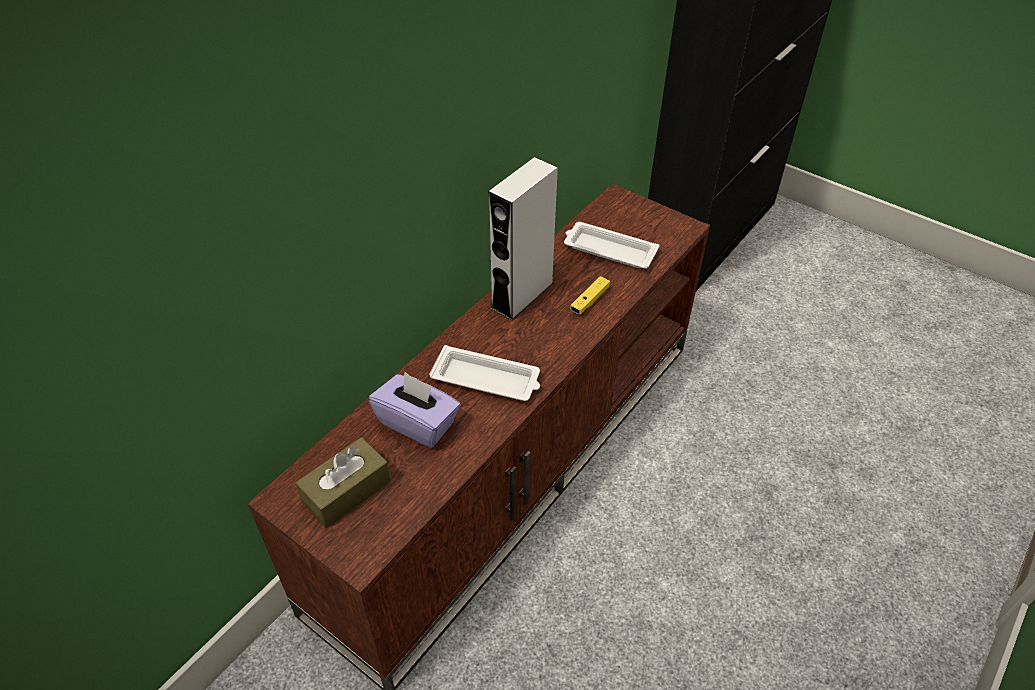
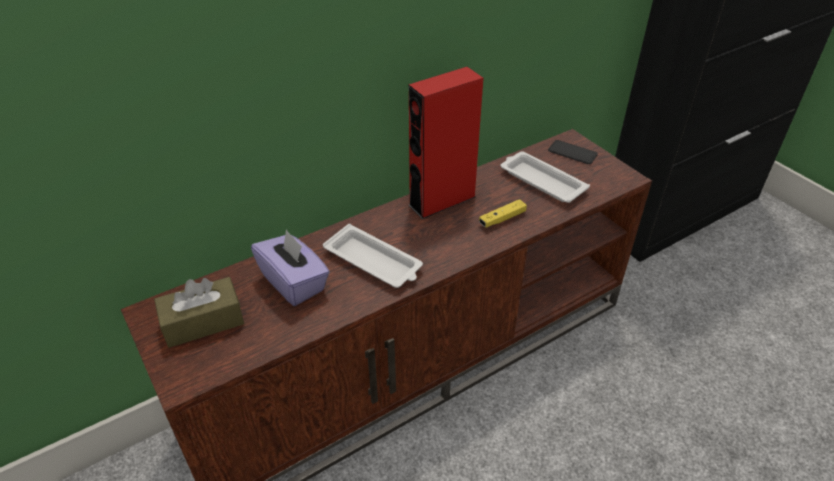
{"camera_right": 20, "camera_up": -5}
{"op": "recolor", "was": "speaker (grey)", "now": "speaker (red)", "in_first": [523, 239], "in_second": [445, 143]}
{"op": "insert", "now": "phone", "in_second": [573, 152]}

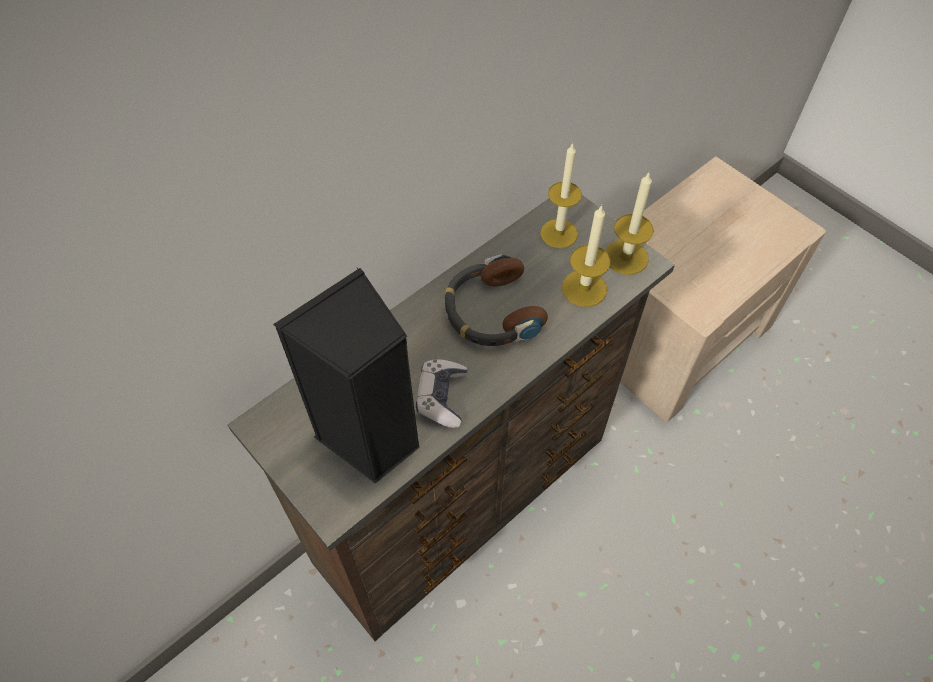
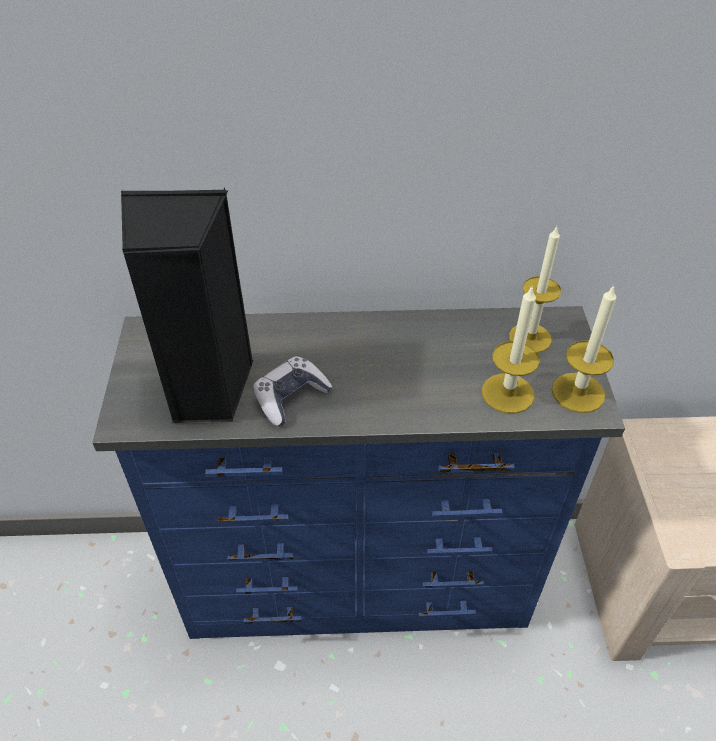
{"camera_right": 40, "camera_up": -10}
{"op": "recolor", "was": "dresser (brown)", "now": "dresser (blue)", "in_first": [451, 418], "in_second": [358, 472]}
{"op": "delete", "was": "headphones", "in_first": [496, 300]}

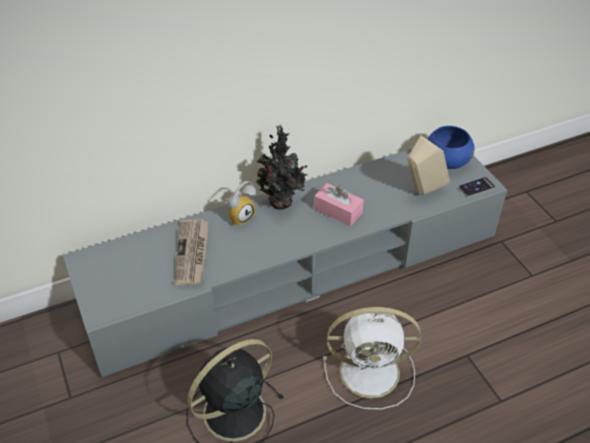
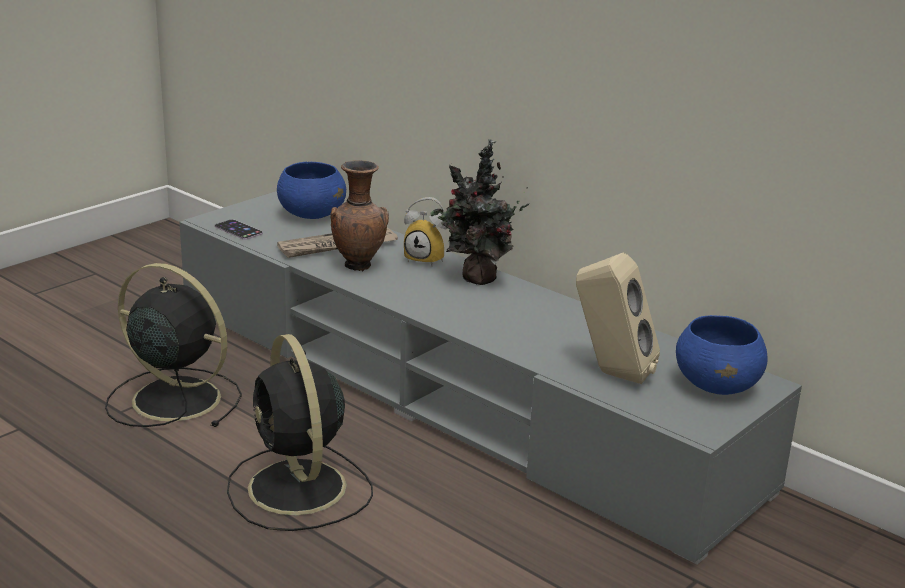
{"camera_right": 65, "camera_up": -20}
{"op": "move", "was": "phone", "in_first": [477, 187], "in_second": [238, 229]}
{"op": "delete", "was": "tissue box (pink)", "in_first": [339, 204]}
{"op": "recolor", "was": "fan (white)", "now": "fan (black)", "in_first": [372, 358], "in_second": [300, 432]}
{"op": "insert", "now": "vase (brown)", "in_second": [359, 215]}
{"op": "insert", "now": "bowl (blue)", "in_second": [311, 190]}

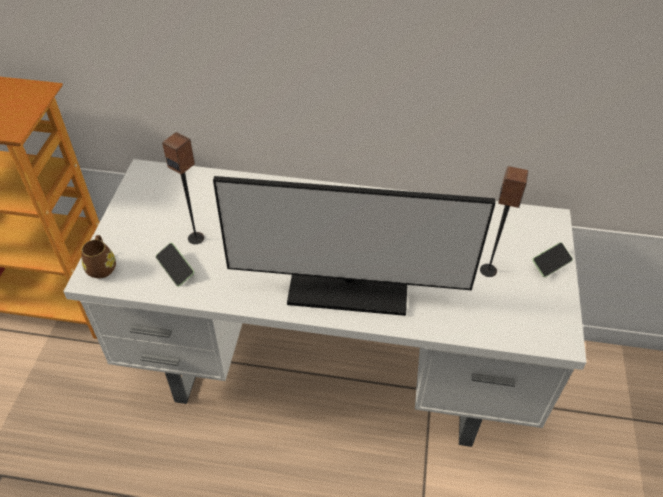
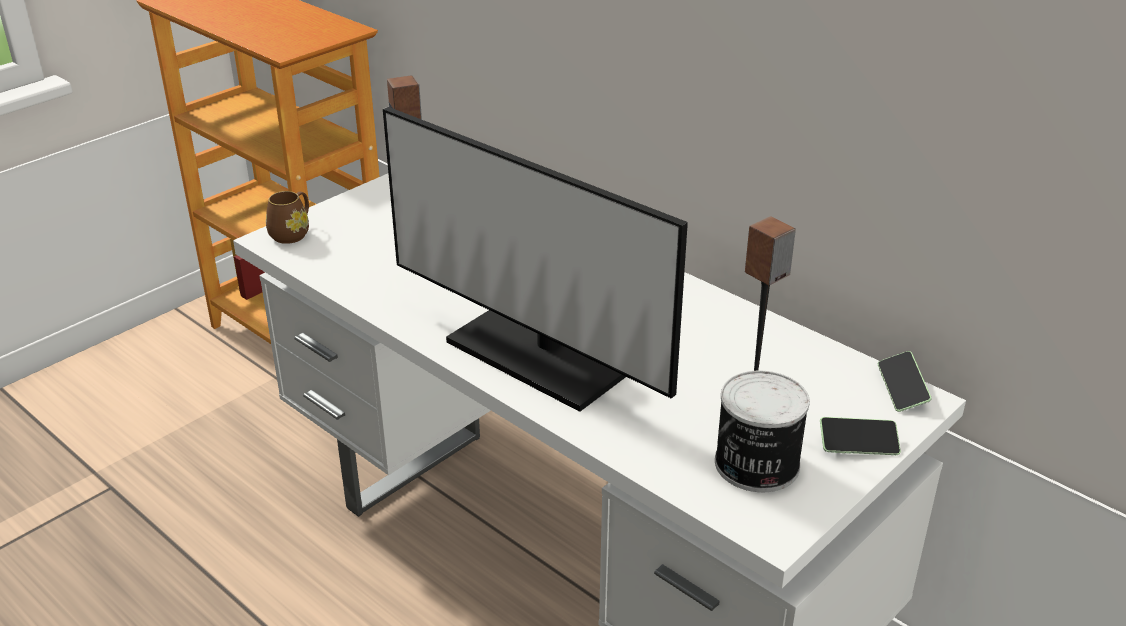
{"camera_right": 35, "camera_up": -15}
{"op": "move", "was": "phone", "in_first": [175, 265], "in_second": [905, 381]}
{"op": "insert", "now": "can", "in_second": [762, 431]}

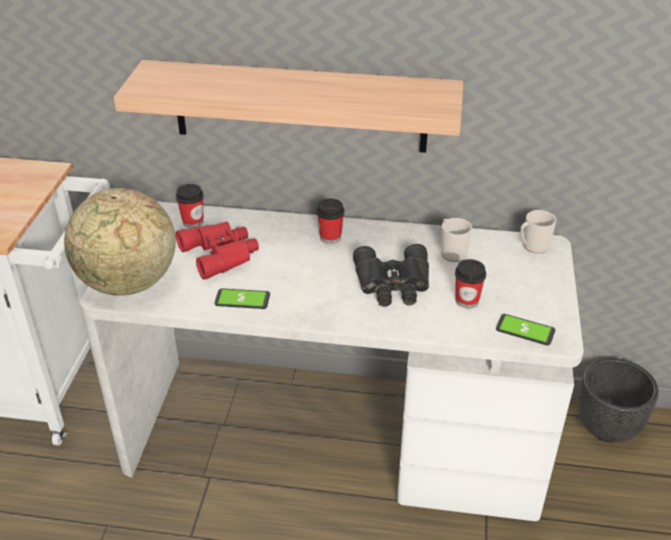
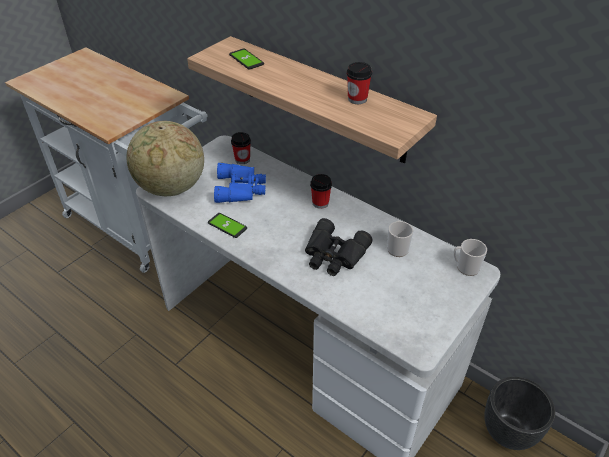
{"camera_right": 30, "camera_up": 5}
{"op": "recolor", "was": "binoculars (red)", "now": "binoculars (blue)", "in_first": [217, 250], "in_second": [240, 183]}
{"op": "move", "was": "cup", "in_first": [470, 283], "in_second": [359, 83]}
{"op": "move", "was": "phone", "in_first": [525, 329], "in_second": [246, 59]}

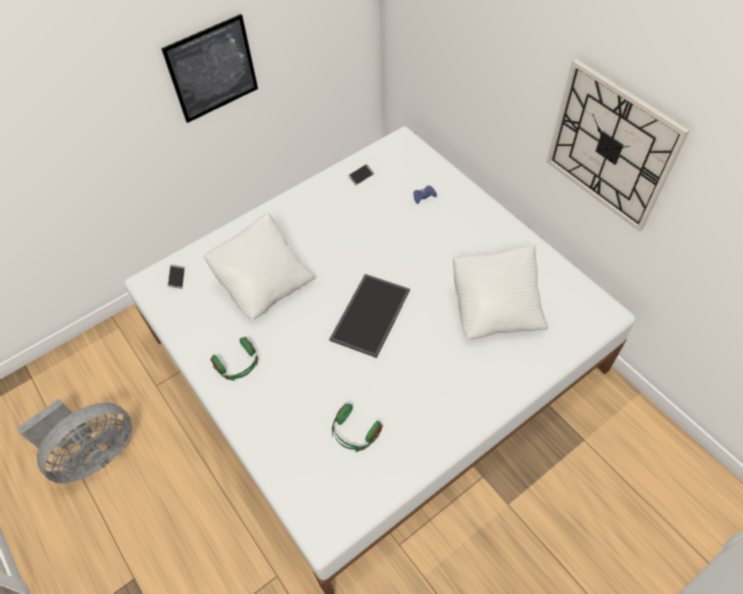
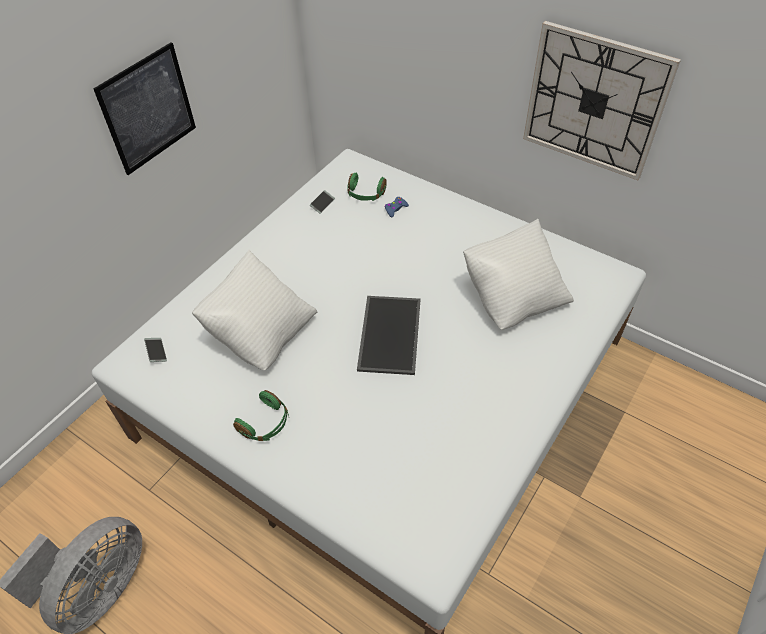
{"camera_right": -20, "camera_up": -5}
{"op": "move", "was": "headphones (green)", "in_first": [357, 427], "in_second": [367, 187]}

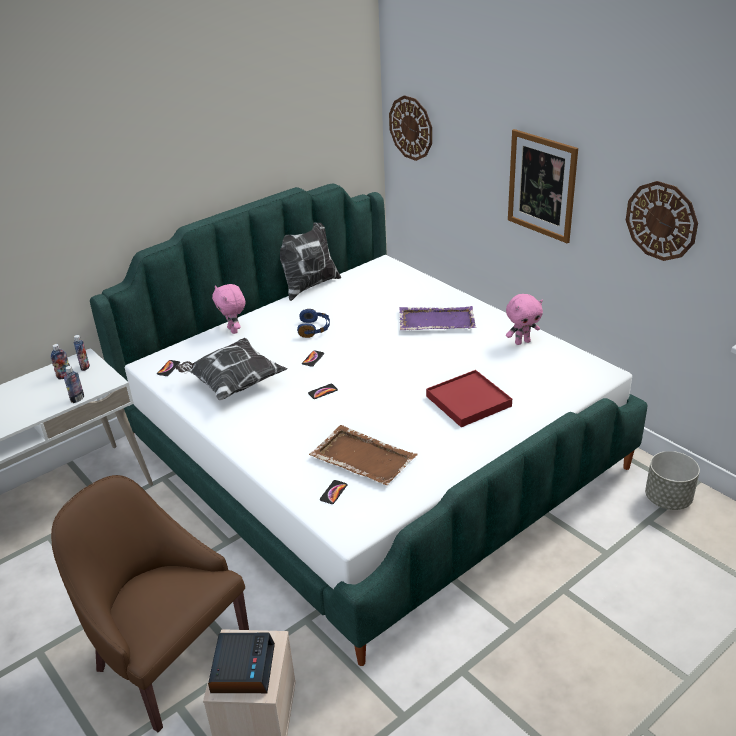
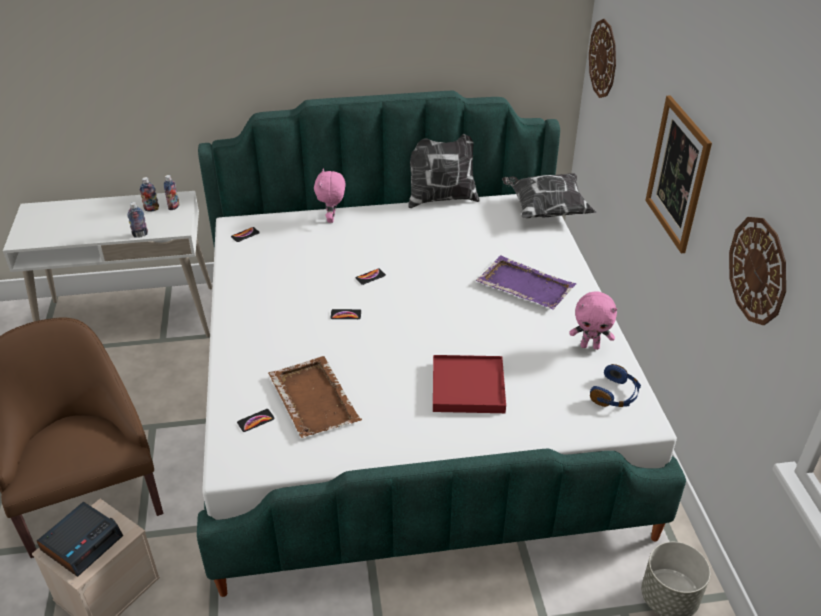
{"camera_right": 30, "camera_up": 5}
{"op": "move", "was": "headphones (blue)", "in_first": [313, 323], "in_second": [615, 385]}
{"op": "move", "was": "pillow", "in_first": [231, 369], "in_second": [549, 195]}

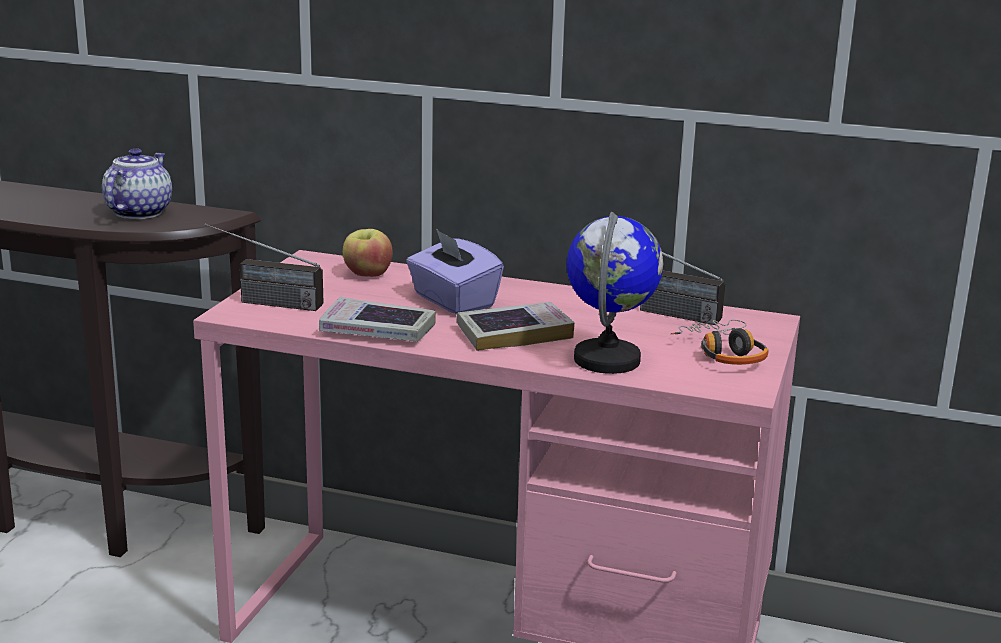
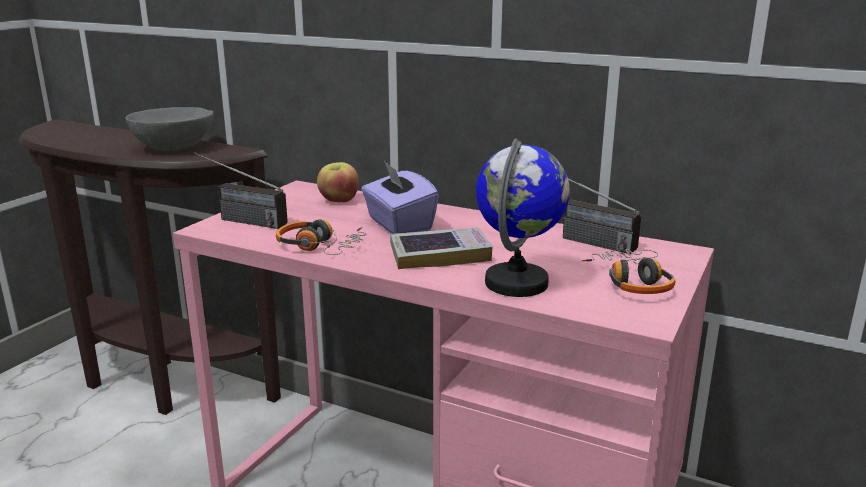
{"camera_right": 10, "camera_up": 0}
{"op": "replace", "was": "teapot", "now": "bowl (grey)", "in_first": [137, 183], "in_second": [169, 129]}
{"op": "replace", "was": "book", "now": "headphones", "in_first": [377, 319], "in_second": [321, 237]}

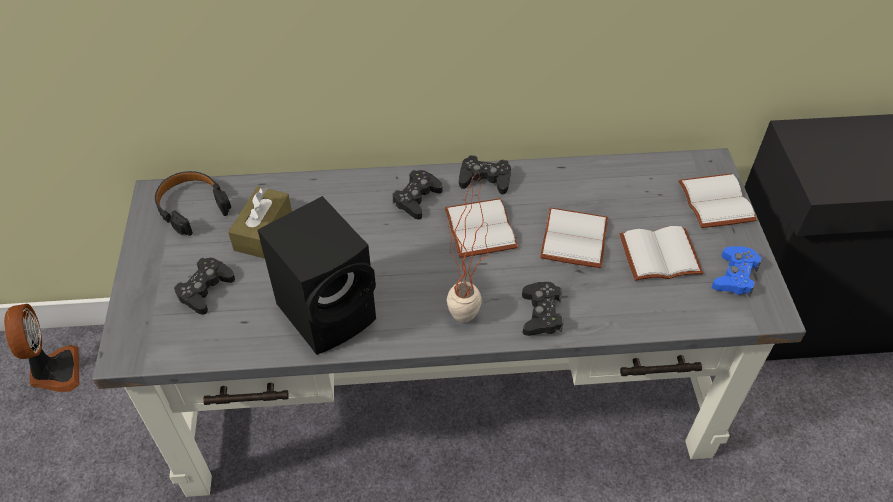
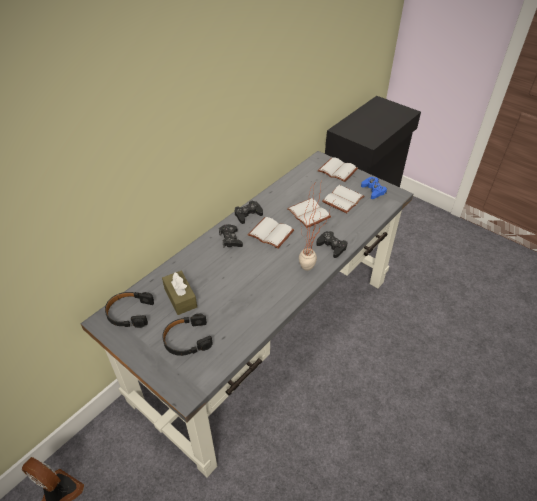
{"camera_right": -45, "camera_up": -5}
{"op": "delete", "was": "speaker (black)", "in_first": [317, 275]}
{"op": "replace", "was": "game controller (black)", "now": "headphones (black)", "in_first": [204, 286], "in_second": [187, 335]}

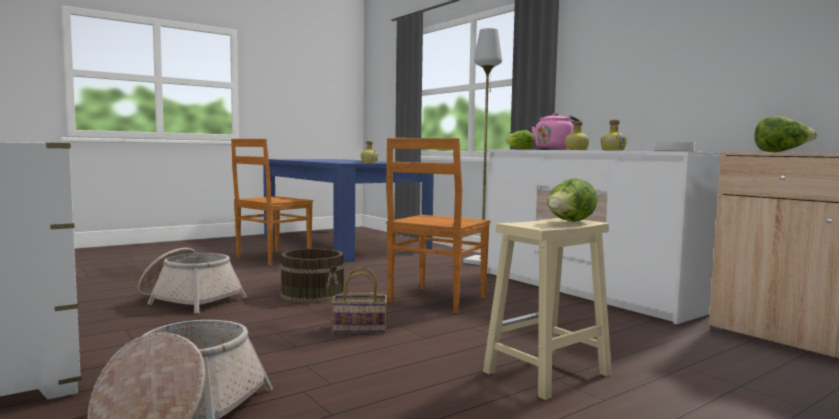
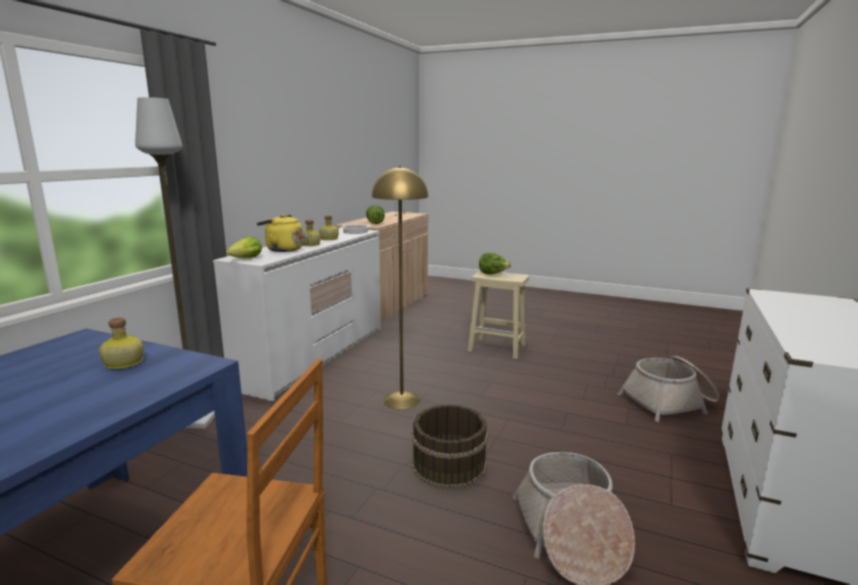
{"camera_right": -120, "camera_up": 10}
{"op": "recolor", "was": "kettle (pink)", "now": "kettle (yellow)", "in_first": [556, 131], "in_second": [280, 233]}
{"op": "replace", "was": "chair (brown)", "now": "floor lamp (yellow)", "in_first": [438, 226], "in_second": [400, 287]}
{"op": "delete", "was": "basket", "in_first": [359, 300]}

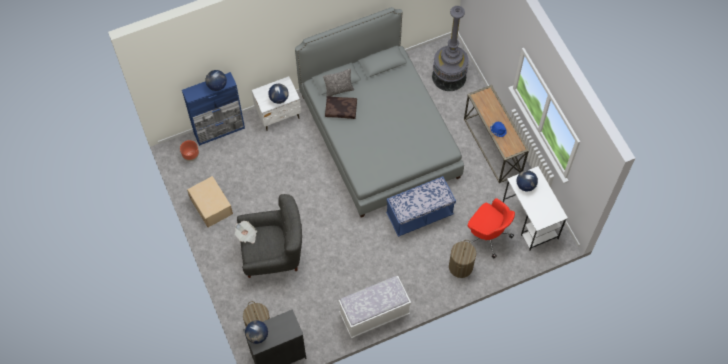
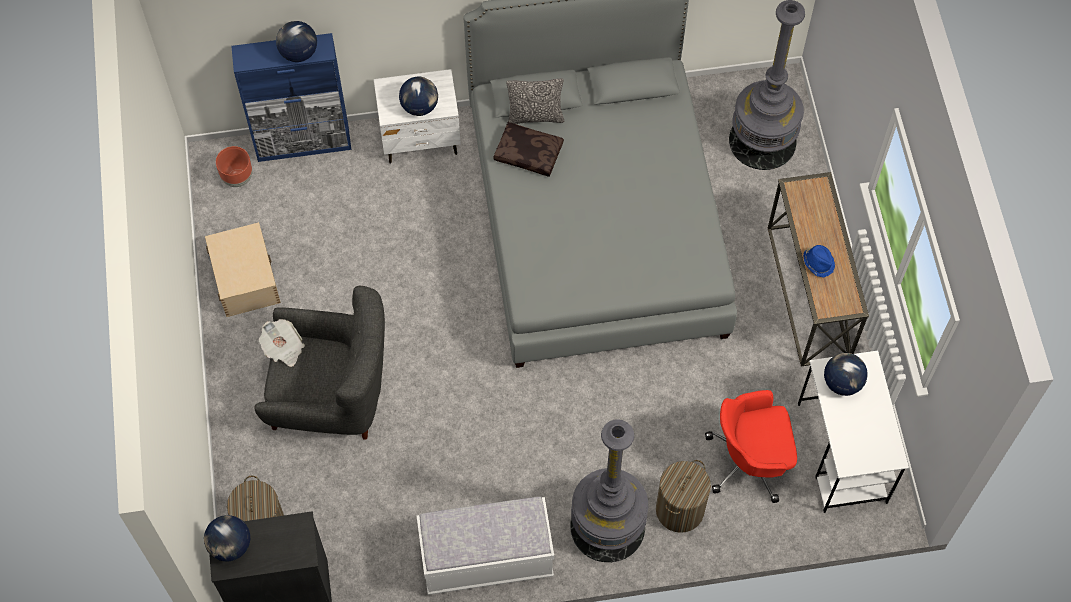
{"camera_right": 15, "camera_up": 0}
{"op": "delete", "was": "bench (blue)", "in_first": [421, 206]}
{"op": "rotate", "was": "office chair (red)", "in_first": [491, 228], "in_second": [751, 446], "clockwise": 120}
{"op": "insert", "now": "floor lamp (grey)", "in_second": [609, 490]}

